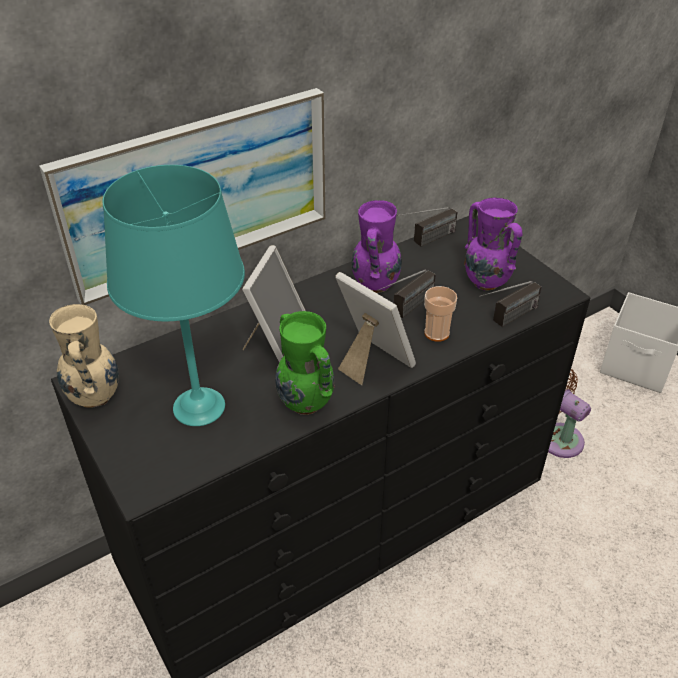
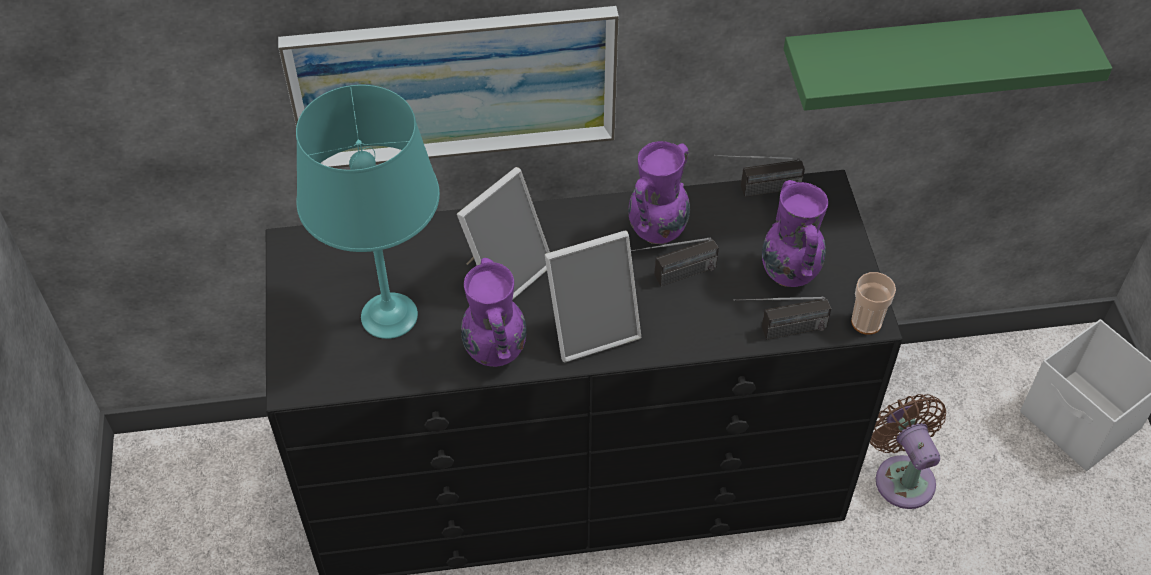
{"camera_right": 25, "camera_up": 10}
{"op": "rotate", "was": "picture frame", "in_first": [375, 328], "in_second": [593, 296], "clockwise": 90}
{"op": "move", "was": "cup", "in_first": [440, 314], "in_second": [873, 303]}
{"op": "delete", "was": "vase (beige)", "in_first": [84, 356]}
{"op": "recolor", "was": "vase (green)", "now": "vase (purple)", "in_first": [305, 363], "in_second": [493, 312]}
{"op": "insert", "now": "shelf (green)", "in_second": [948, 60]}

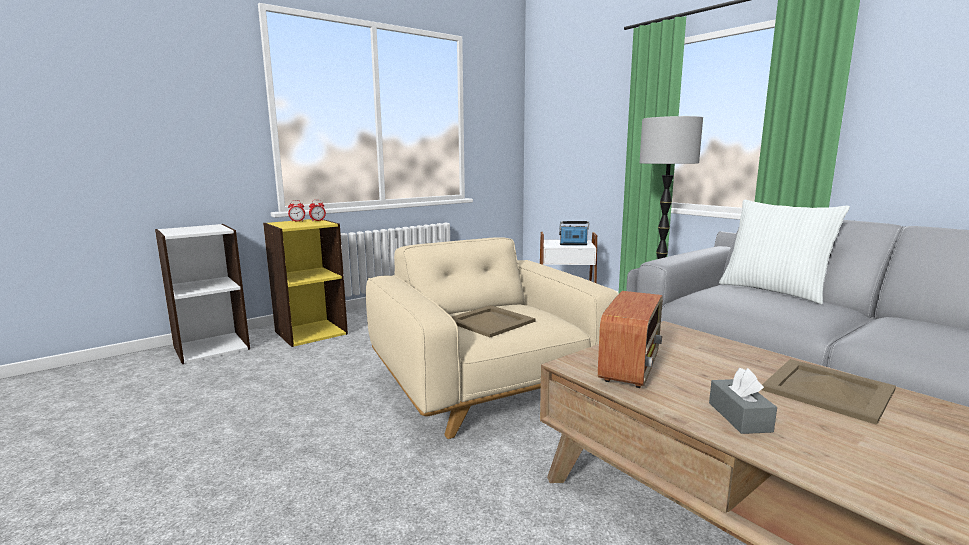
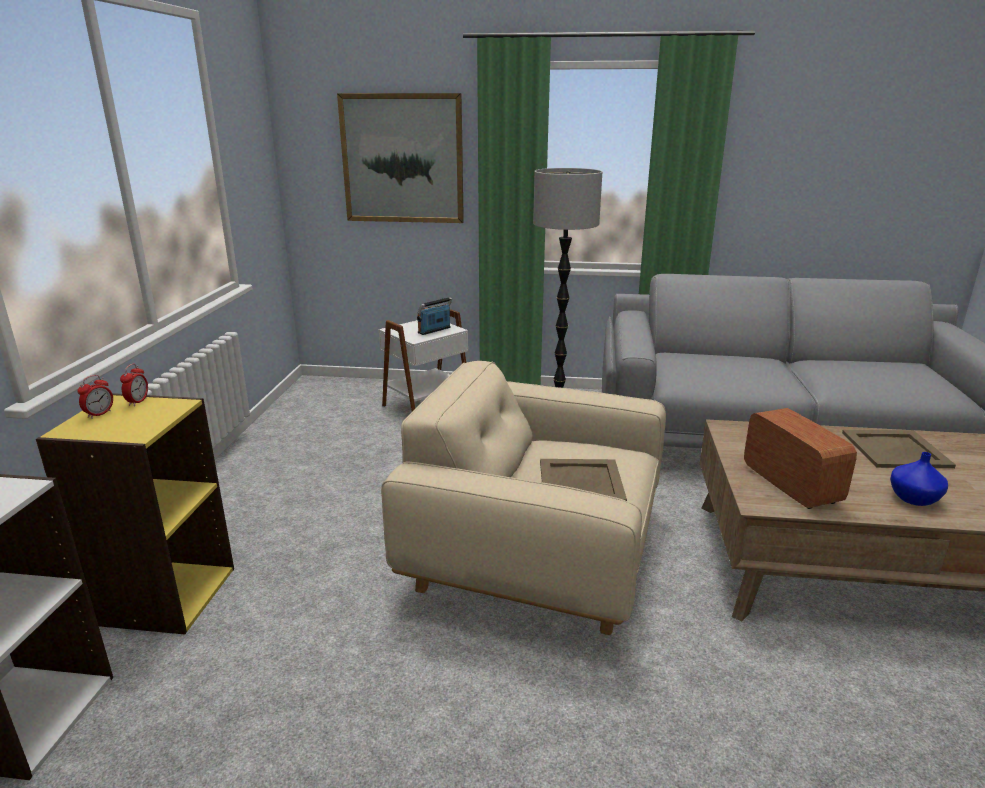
{"camera_right": -45, "camera_up": 10}
{"op": "delete", "was": "pillow (white)", "in_first": [784, 252]}
{"op": "replace", "was": "tissue box (grey)", "now": "vase (blue)", "in_first": [743, 401], "in_second": [919, 479]}
{"op": "insert", "now": "picture", "in_second": [400, 158]}

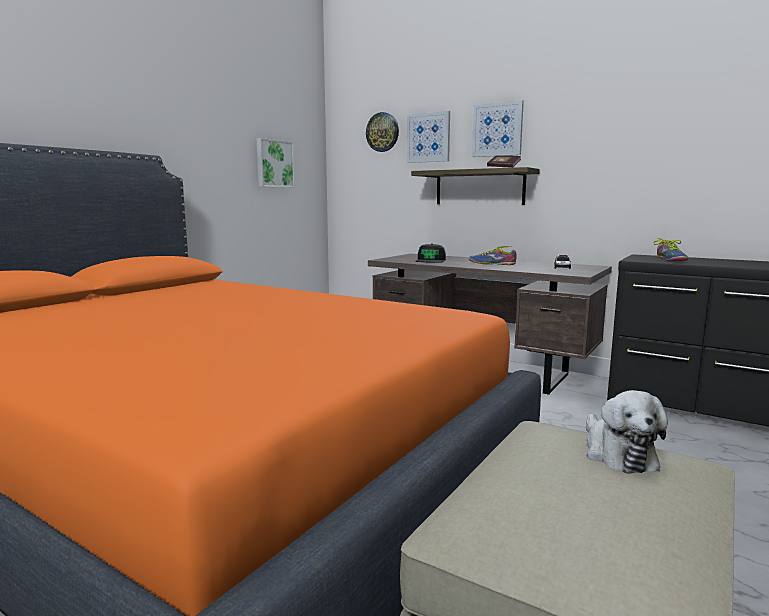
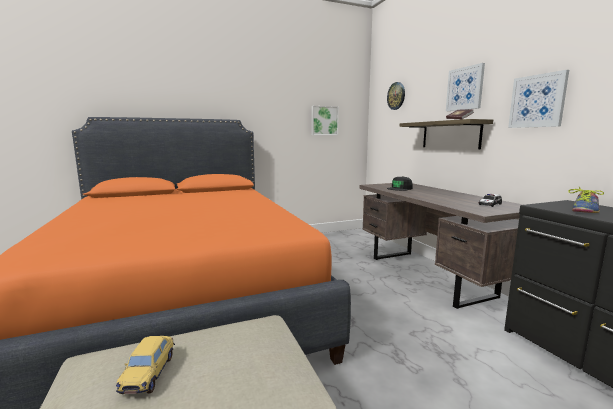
{"camera_right": 35, "camera_up": 0}
{"op": "move", "was": "picture", "in_first": [428, 137], "in_second": [538, 99]}
{"op": "delete", "was": "shoe", "in_first": [493, 255]}
{"op": "delete", "was": "plush toy", "in_first": [627, 432]}
{"op": "insert", "now": "toy car", "in_second": [145, 365]}

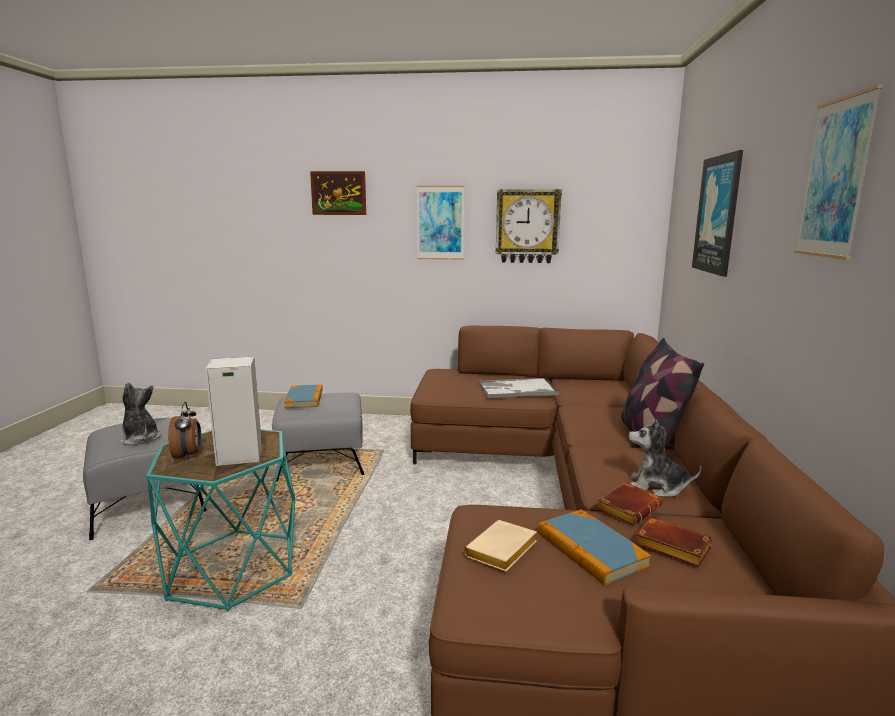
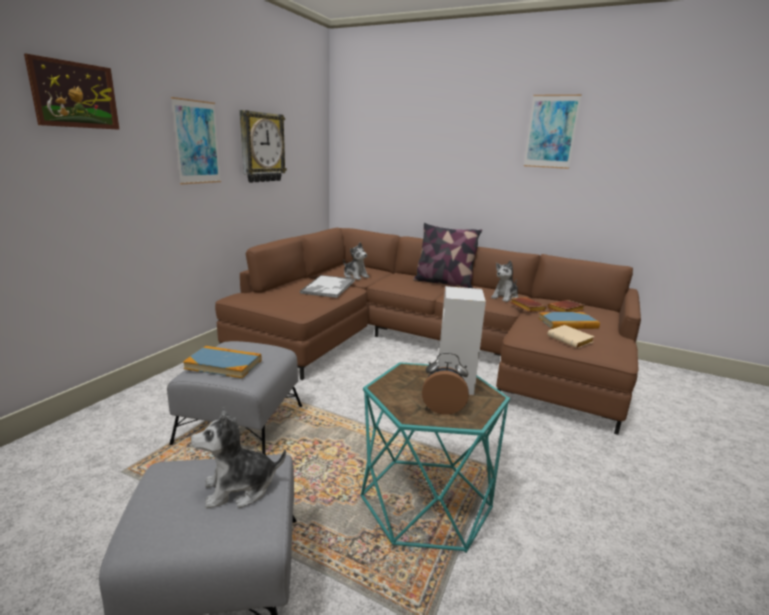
{"camera_right": -70, "camera_up": 5}
{"op": "delete", "was": "picture", "in_first": [717, 213]}
{"op": "insert", "now": "plush toy", "in_second": [356, 261]}

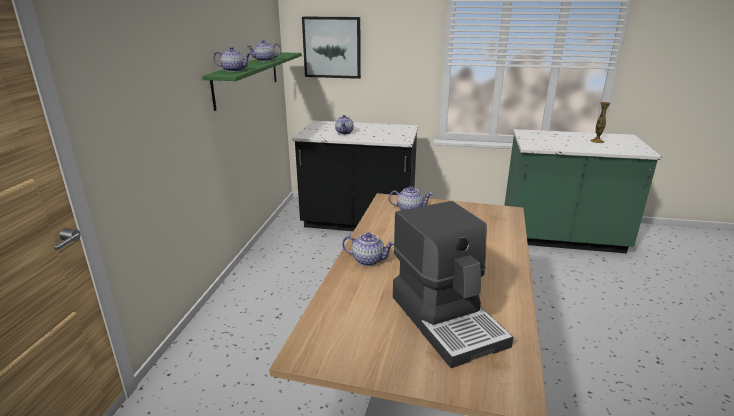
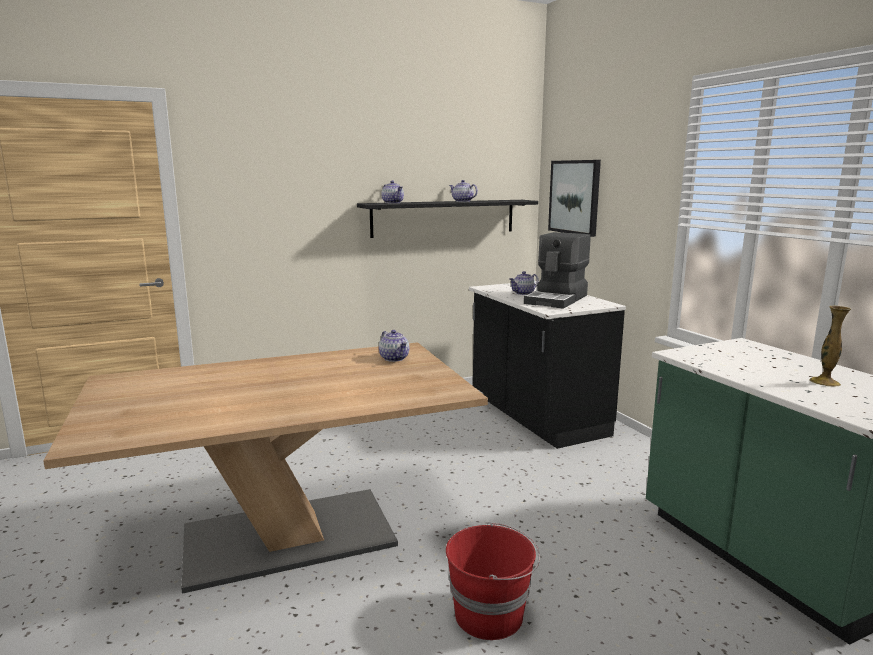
{"camera_right": 55, "camera_up": -10}
{"op": "recolor", "was": "shelf (green)", "now": "shelf (black)", "in_first": [252, 81], "in_second": [447, 219]}
{"op": "move", "was": "coffee machine", "in_first": [453, 284], "in_second": [557, 270]}
{"op": "delete", "was": "teapot", "in_first": [368, 249]}
{"op": "insert", "now": "bucket (red)", "in_second": [493, 581]}

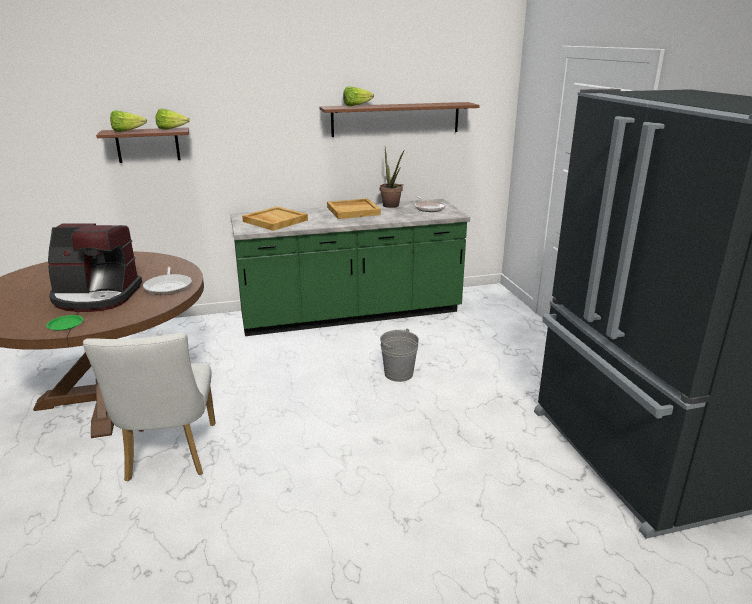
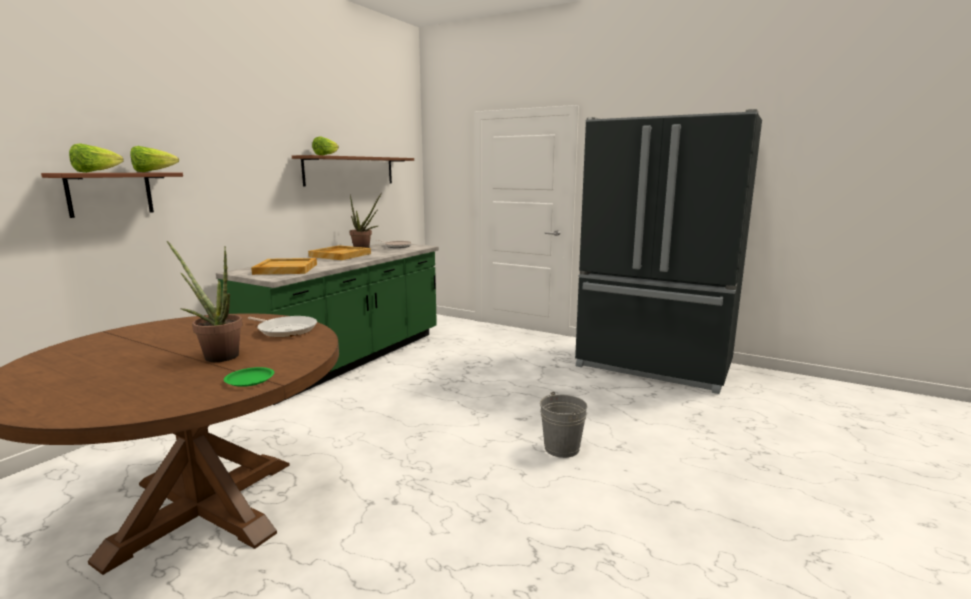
{"camera_right": -45, "camera_up": -10}
{"op": "replace", "was": "coffee machine", "now": "potted plant", "in_first": [95, 268], "in_second": [205, 301]}
{"op": "move", "was": "bucket (grey)", "in_first": [399, 355], "in_second": [563, 424]}
{"op": "delete", "was": "chair (white)", "in_first": [149, 407]}

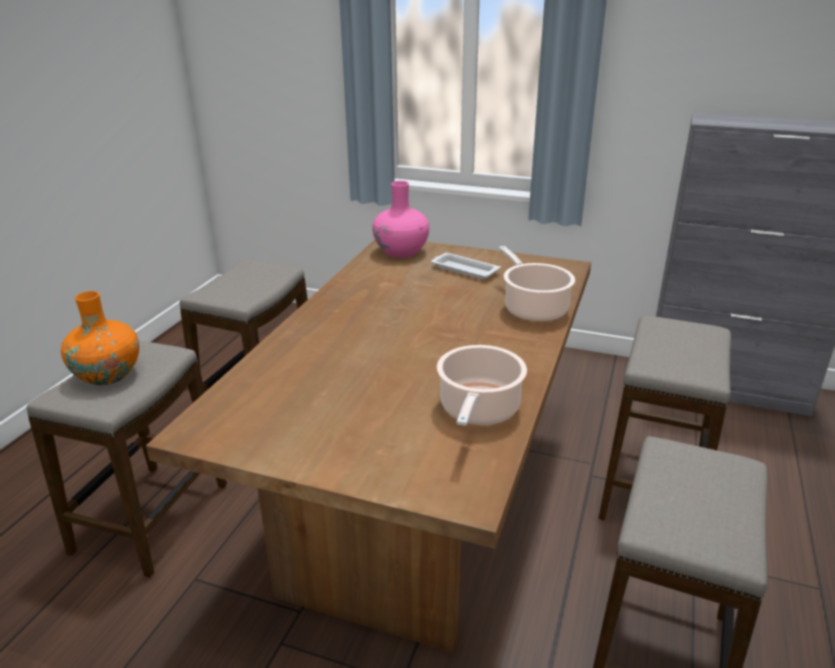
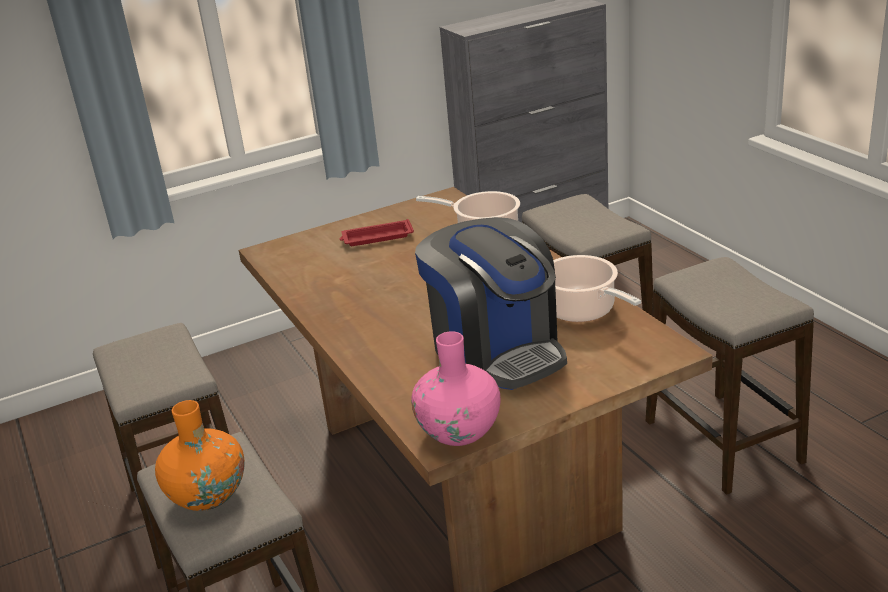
{"camera_right": -45, "camera_up": 0}
{"op": "move", "was": "vase (pink)", "in_first": [400, 219], "in_second": [456, 388]}
{"op": "recolor", "was": "tray (white)", "now": "tray (red)", "in_first": [466, 266], "in_second": [377, 232]}
{"op": "insert", "now": "coffee machine", "in_second": [491, 303]}

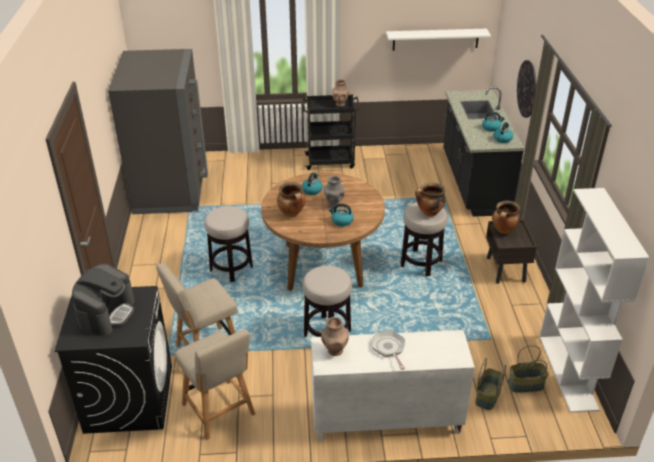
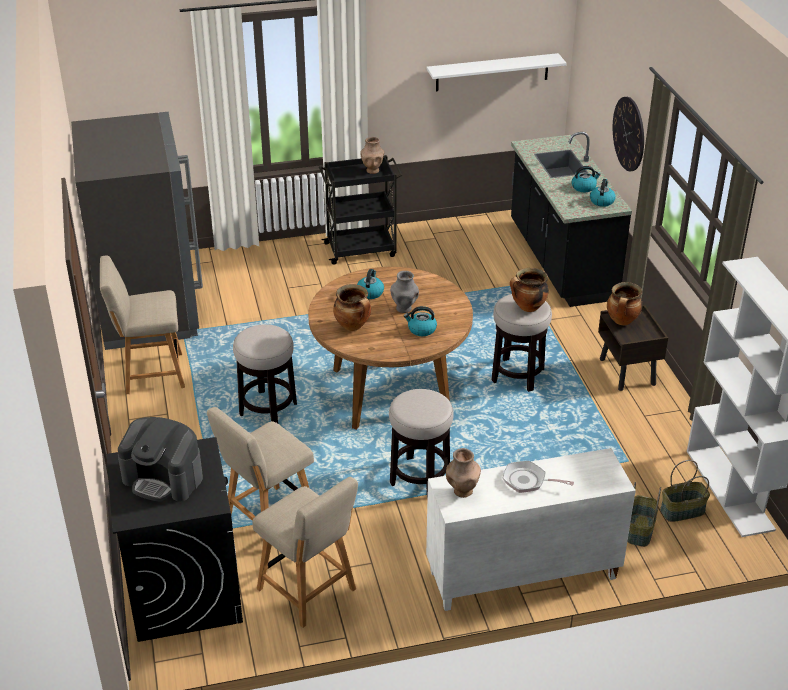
{"camera_right": -10, "camera_up": 0}
{"op": "rotate", "was": "coffee machine", "in_first": [103, 300], "in_second": [160, 459], "clockwise": 105}
{"op": "rotate", "was": "frying pan", "in_first": [388, 350], "in_second": [538, 477], "clockwise": -45}
{"op": "insert", "now": "chair (beige)", "in_second": [142, 325]}

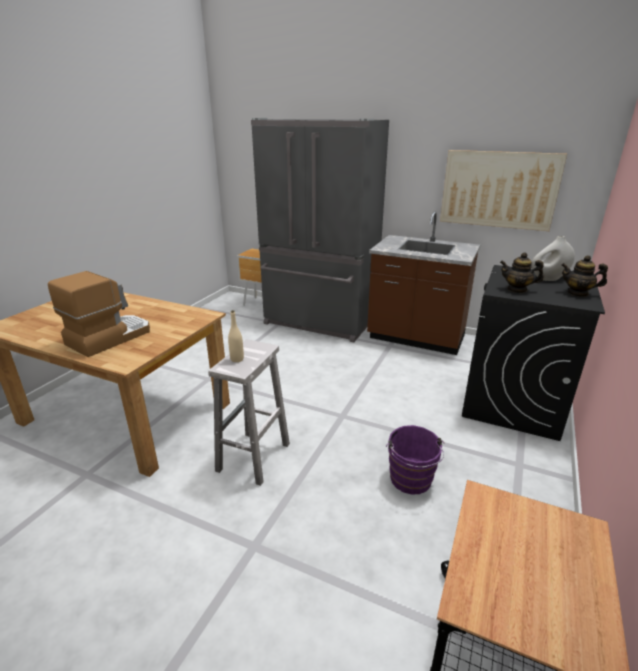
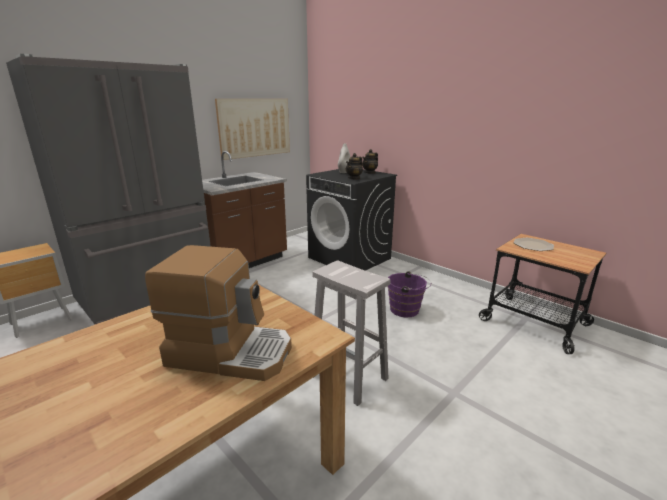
{"camera_right": -70, "camera_up": -5}
{"op": "rotate", "was": "coffee machine", "in_first": [99, 314], "in_second": [218, 313], "clockwise": 135}
{"op": "delete", "was": "bottle (beige)", "in_first": [236, 336]}
{"op": "insert", "now": "plate", "in_second": [534, 244]}

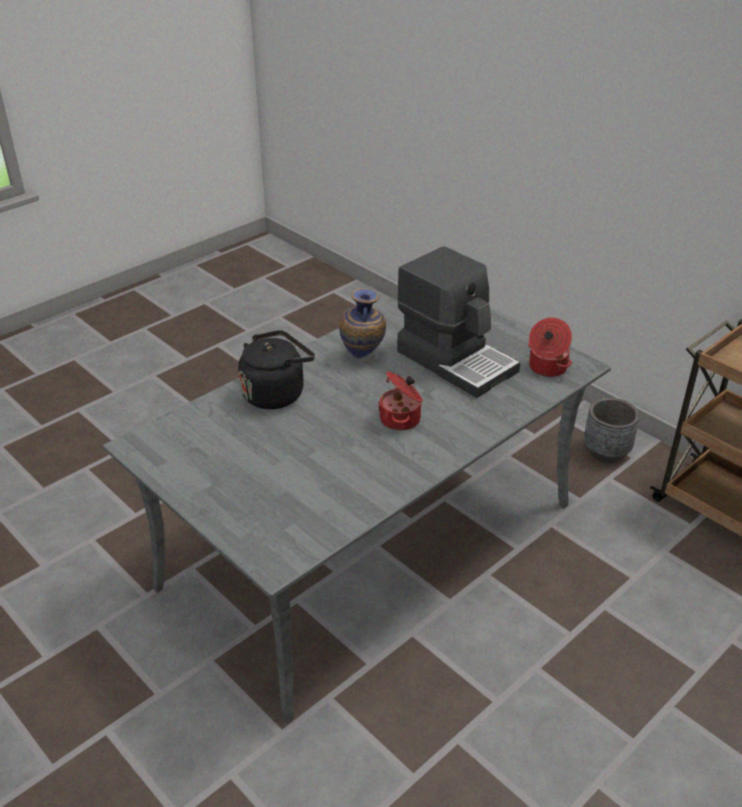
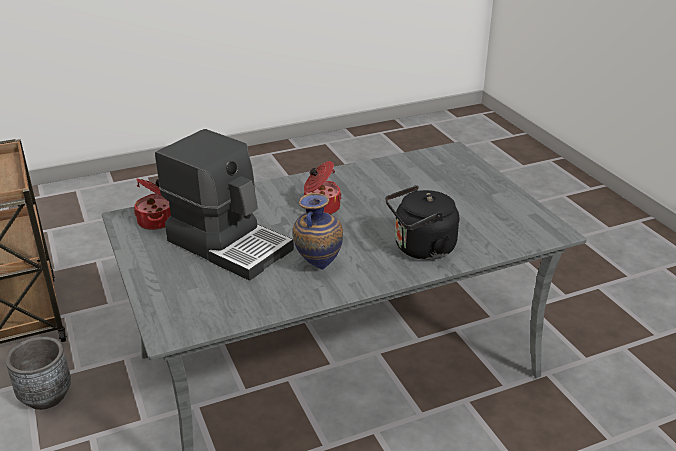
{"camera_right": -160, "camera_up": -5}
{"op": "rotate", "was": "coffee machine", "in_first": [458, 322], "in_second": [224, 205], "clockwise": 150}

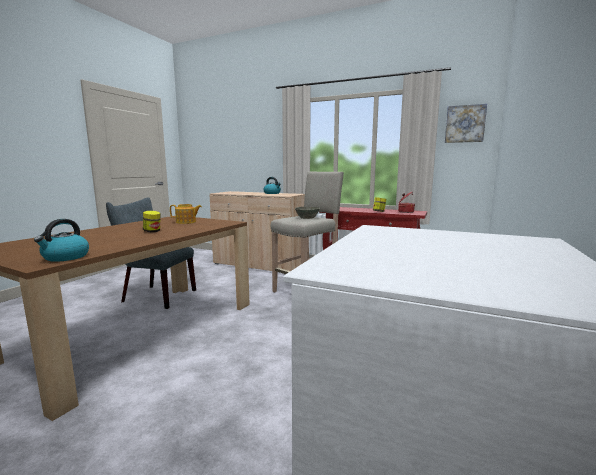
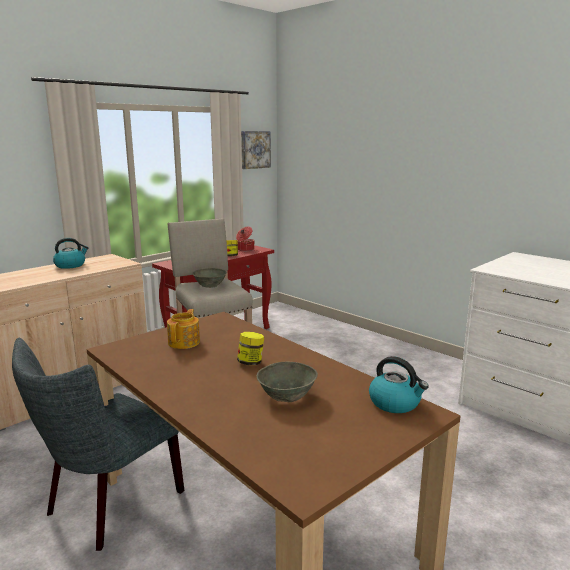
{"camera_right": -70, "camera_up": 5}
{"op": "insert", "now": "bowl (grey)", "in_second": [287, 382]}

